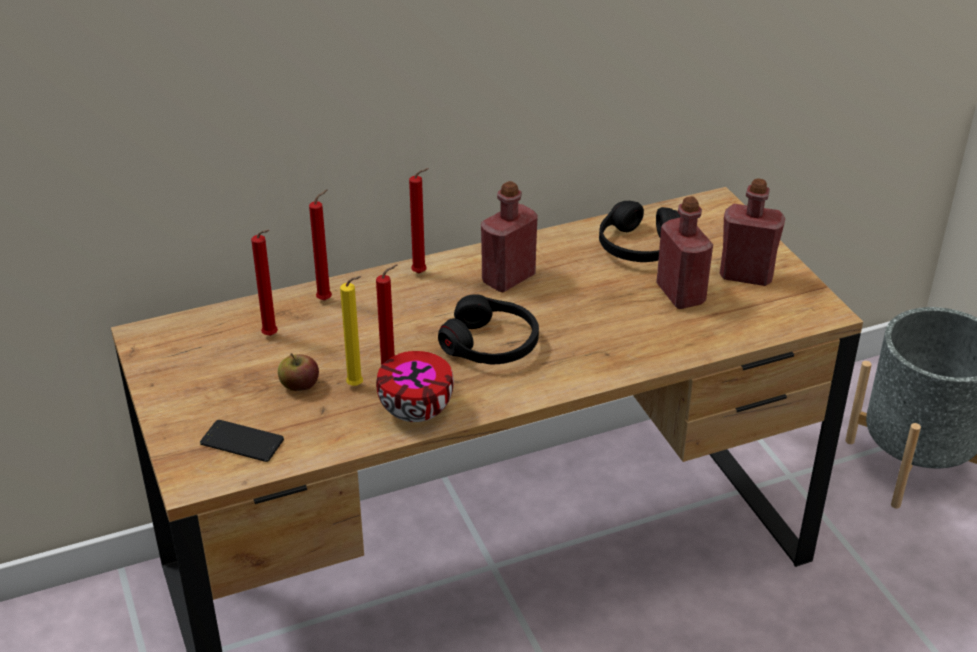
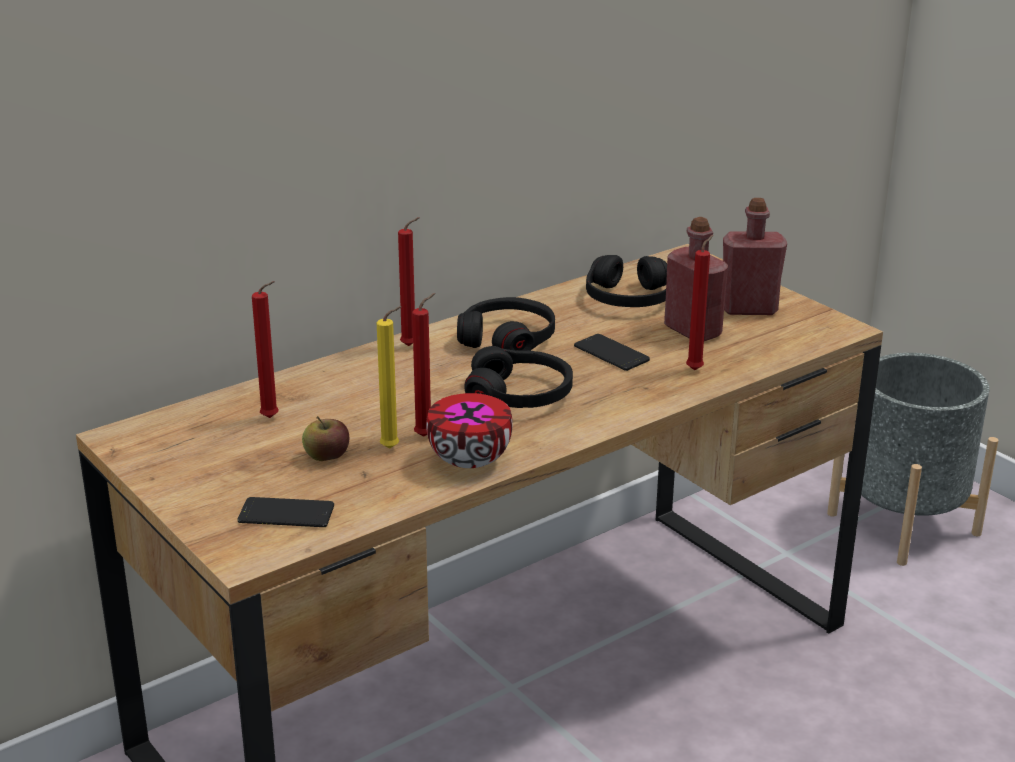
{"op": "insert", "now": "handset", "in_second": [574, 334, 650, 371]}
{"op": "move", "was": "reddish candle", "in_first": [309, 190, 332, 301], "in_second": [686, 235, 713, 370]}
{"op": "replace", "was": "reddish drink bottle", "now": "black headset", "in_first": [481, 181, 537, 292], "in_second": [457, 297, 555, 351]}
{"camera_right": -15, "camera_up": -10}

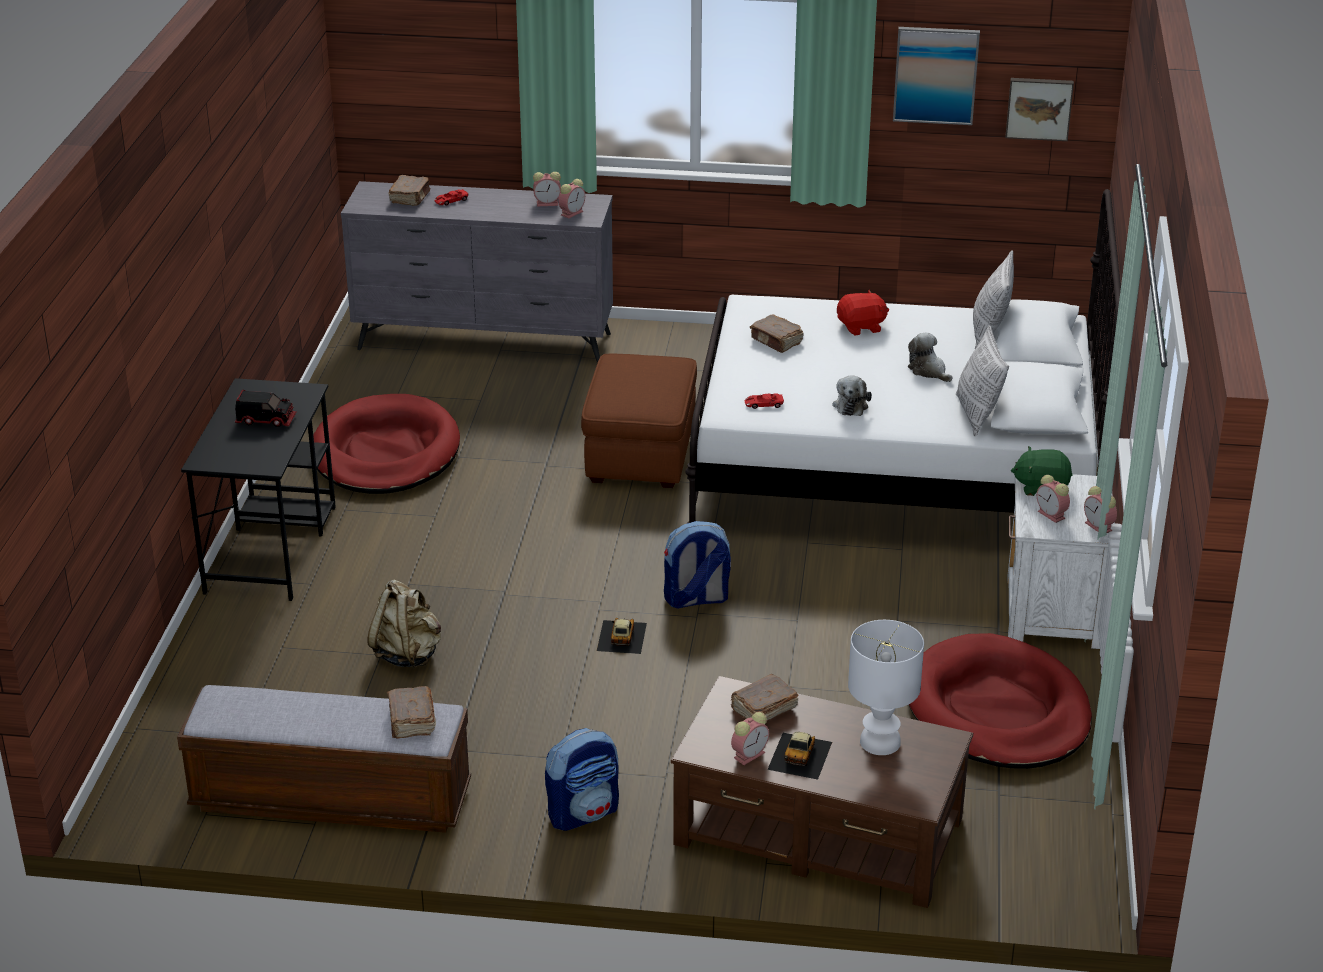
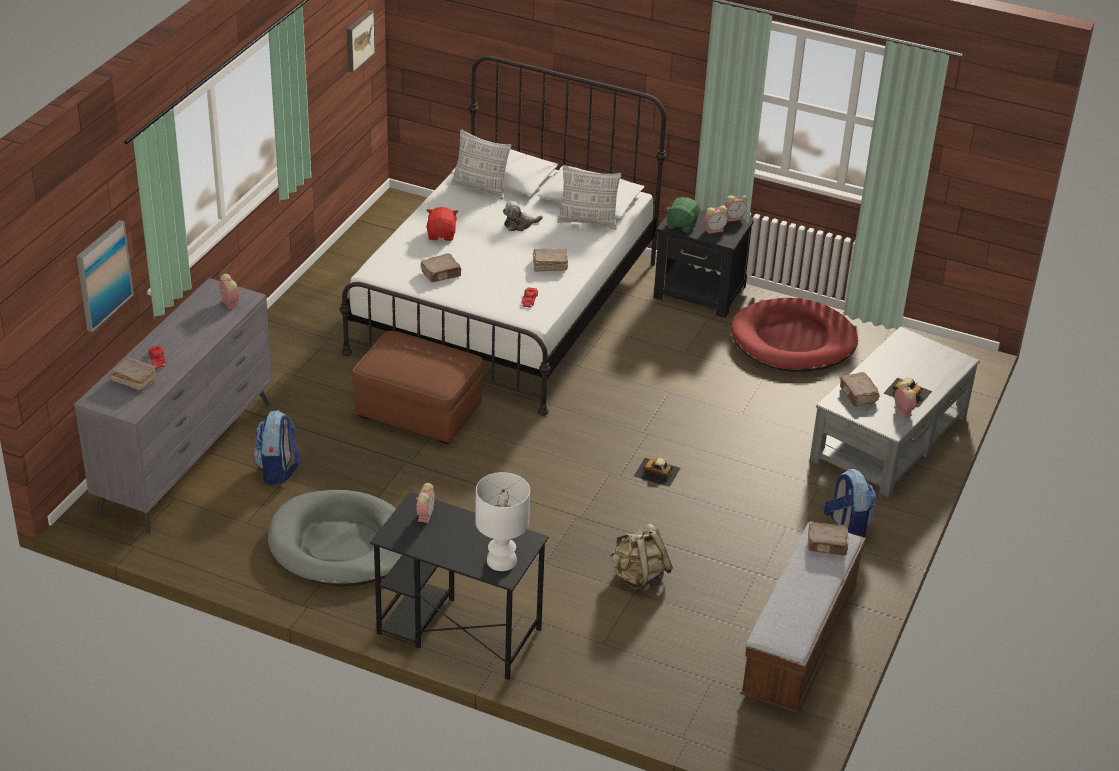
{"op": "delete", "was": "model truck", "in_first": [235, 390, 296, 427]}
{"op": "move", "was": "bedside clock", "in_first": [533, 172, 561, 206], "in_second": [416, 483, 435, 523]}
{"op": "move", "was": "backpack", "in_first": [664, 521, 731, 609], "in_second": [253, 410, 299, 485]}
{"op": "move", "was": "white tabletop lamp", "in_first": [848, 620, 924, 755], "in_second": [475, 472, 530, 571]}
{"op": "move", "was": "wall art", "in_first": [893, 27, 980, 125], "in_second": [77, 220, 134, 332]}
{"op": "replace", "was": "cuddly toy", "now": "brown bound book", "in_first": [832, 375, 872, 416], "in_second": [533, 248, 568, 272]}
{"op": "recolor", "was": "reddish pet bed", "now": "grey pet bed", "in_first": [313, 394, 460, 494], "in_second": [268, 490, 402, 586]}
{"op": "recolor", "was": "brown coffee table", "now": "grey coffee table", "in_first": [671, 676, 973, 908], "in_second": [810, 327, 980, 497]}
{"op": "recolor", "was": "white bedside table", "now": "black bedside table", "in_first": [1008, 474, 1115, 649], "in_second": [654, 208, 754, 318]}
{"camera_right": -75, "camera_up": 5}

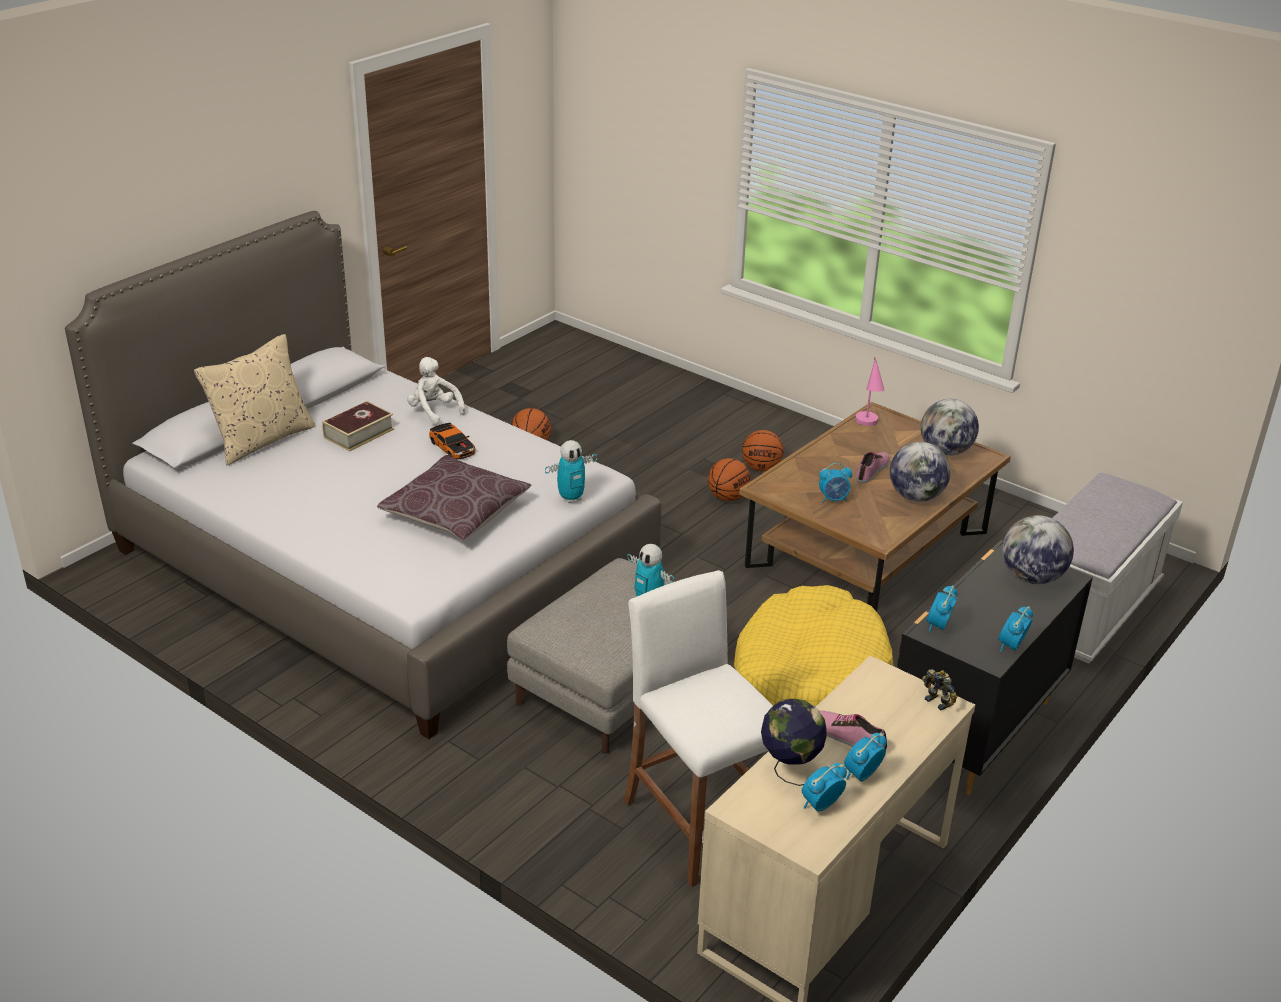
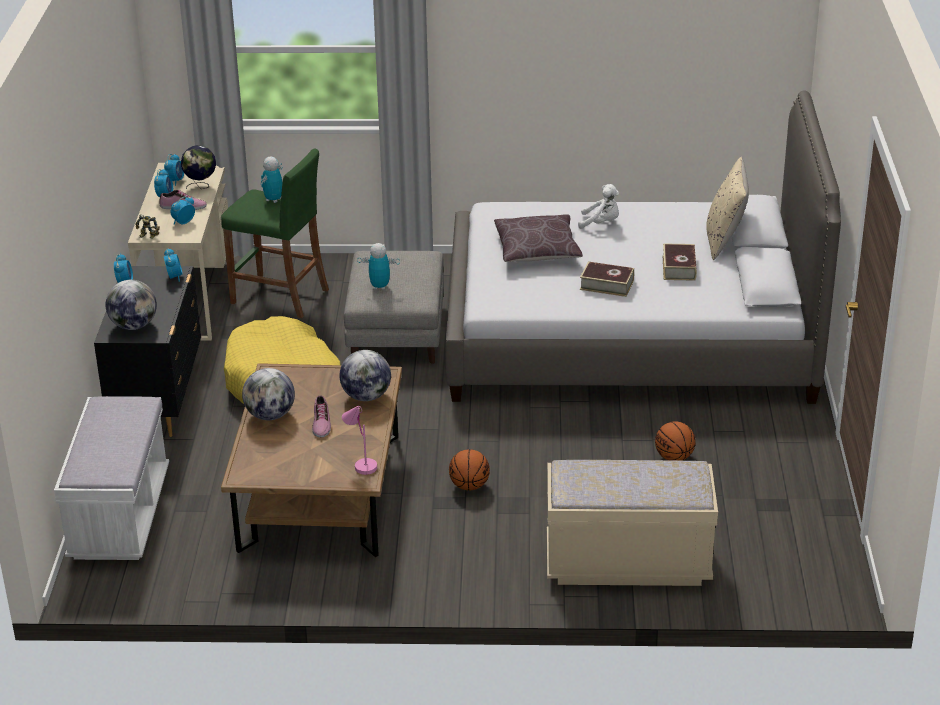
{"op": "delete", "was": "ball for basketball", "in_first": [742, 430, 784, 472]}
{"op": "insert", "now": "beige-coloured indoor bench", "in_second": [547, 460, 718, 586]}
{"op": "move", "was": "white cuddly toy", "in_first": [407, 357, 465, 425], "in_second": [578, 184, 619, 229]}
{"op": "move", "was": "toy robot", "in_first": [545, 440, 597, 503], "in_second": [261, 157, 283, 203]}
{"op": "move", "was": "bedside clock", "in_first": [819, 463, 852, 503], "in_second": [170, 197, 195, 225]}
{"op": "move", "was": "desk globe", "in_first": [921, 399, 979, 456], "in_second": [340, 350, 391, 401]}
{"op": "replace", "was": "toy car", "now": "bound book", "in_first": [429, 423, 475, 459], "in_second": [580, 262, 634, 297]}
{"op": "recolor", "was": "white stool seat", "now": "greenish stool seat", "in_first": [624, 570, 773, 887], "in_second": [221, 149, 329, 318]}
{"camera_right": 145, "camera_up": 0}

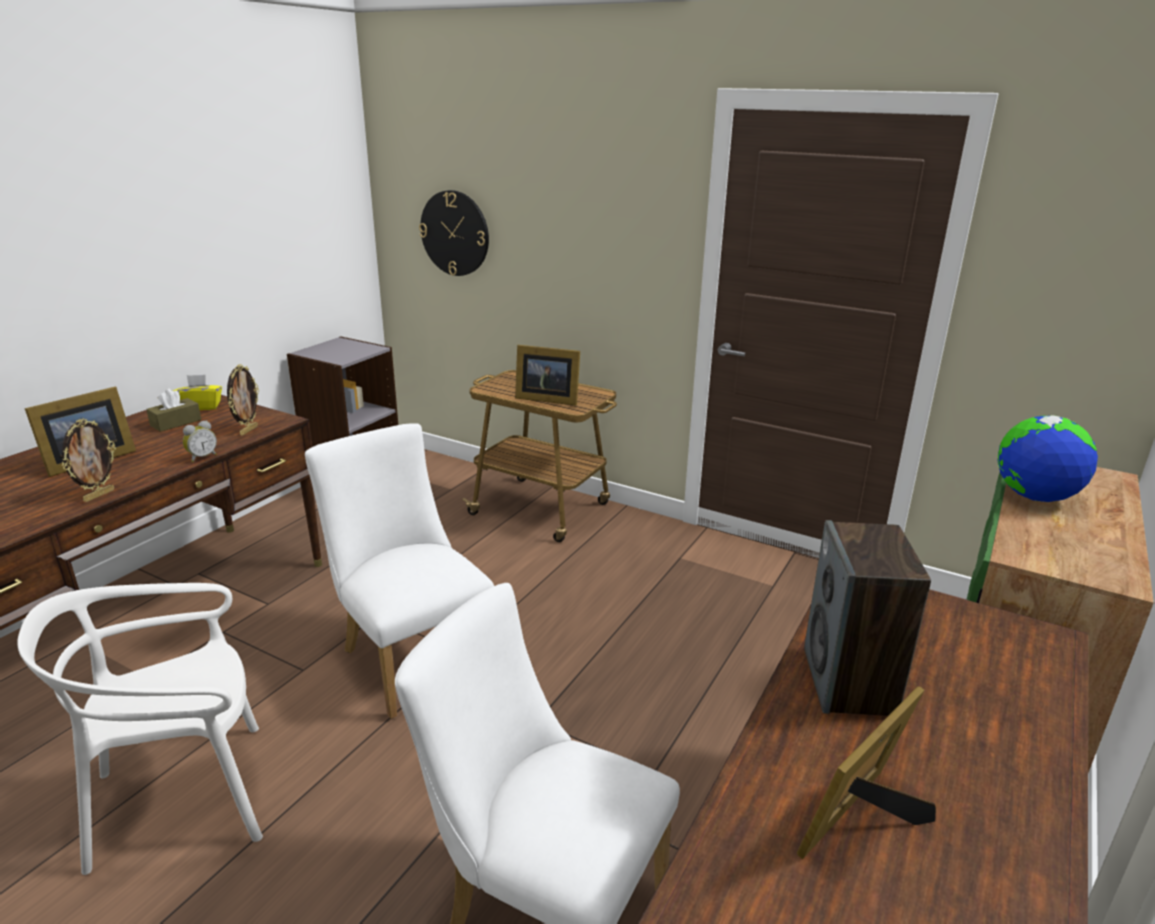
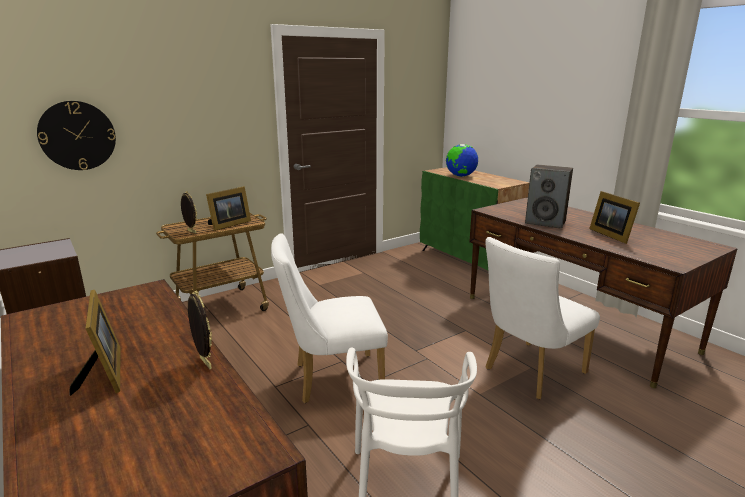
{"op": "delete", "was": "brown box of tissues", "in_first": [146, 389, 201, 432]}
{"op": "delete", "was": "yellow box of tissues", "in_first": [173, 374, 222, 410]}
{"op": "delete", "was": "bedside clock", "in_first": [183, 421, 217, 462]}
{"op": "move", "was": "photo frame", "in_first": [227, 364, 259, 436], "in_second": [181, 191, 197, 234]}
{"camera_right": -65, "camera_up": -5}

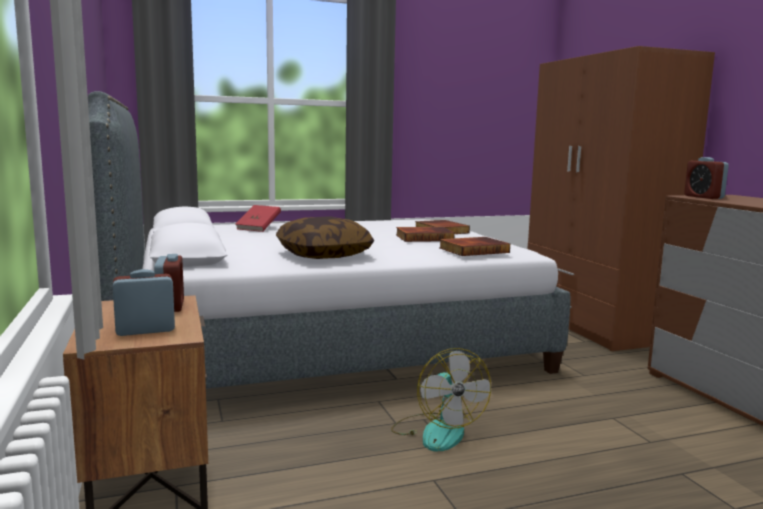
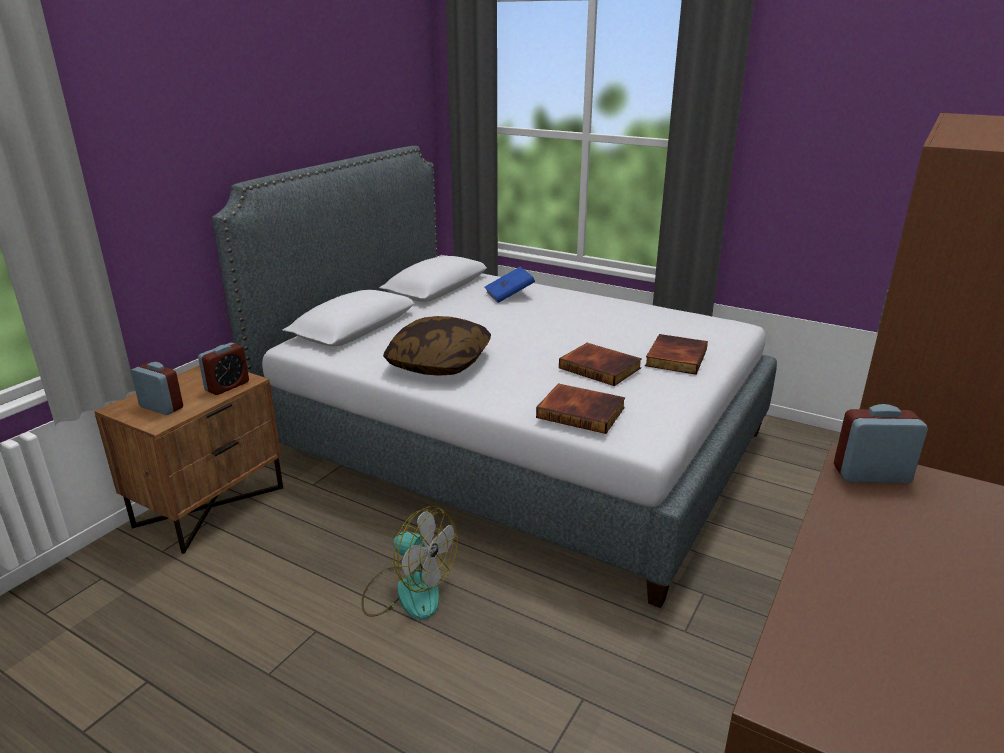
{"op": "recolor", "was": "reddish bound book", "now": "blue bound book", "in_first": [236, 205, 281, 232], "in_second": [485, 267, 535, 303]}
{"op": "rotate", "was": "cooling fan", "in_first": [391, 348, 491, 452], "in_second": [361, 506, 458, 620], "clockwise": -90}
{"op": "rotate", "was": "bedside clock", "in_first": [684, 157, 729, 199], "in_second": [834, 404, 928, 483], "clockwise": 60}
{"camera_right": 50, "camera_up": 15}

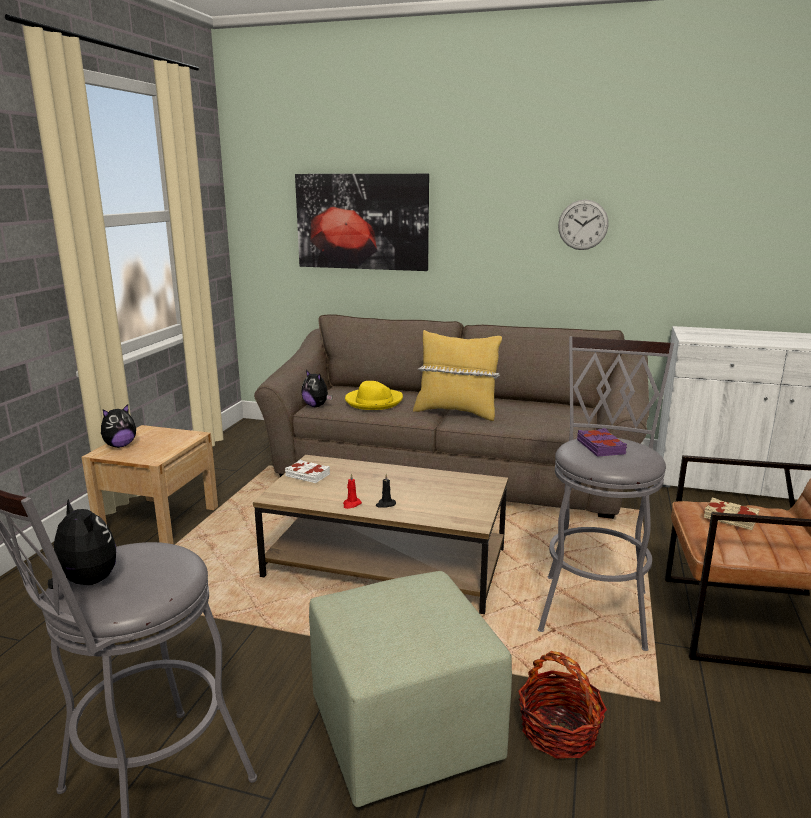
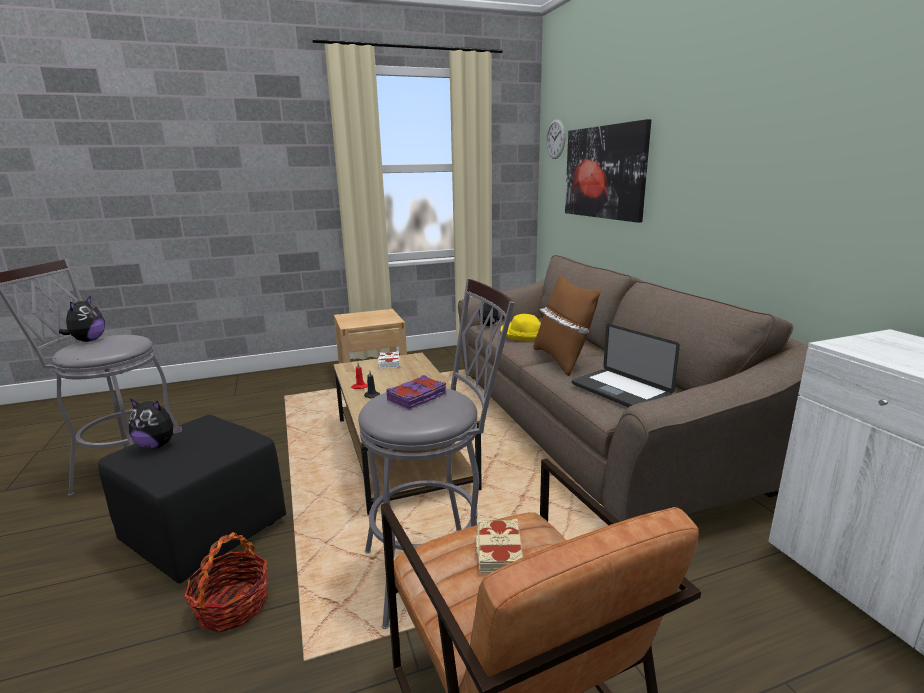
{"op": "insert", "now": "laptop", "in_second": [572, 324, 680, 407]}
{"op": "move", "was": "cuddly toy", "in_first": [101, 404, 136, 448], "in_second": [129, 399, 182, 449]}
{"op": "move", "was": "wall clock", "in_first": [558, 200, 609, 250], "in_second": [546, 119, 565, 159]}
{"op": "recolor", "was": "greenish footrest", "now": "black footrest", "in_first": [309, 571, 512, 807], "in_second": [98, 415, 286, 583]}
{"op": "recolor", "was": "yellow pillow", "now": "brown pillow", "in_first": [413, 330, 502, 421], "in_second": [533, 275, 601, 376]}
{"camera_right": 55, "camera_up": 0}

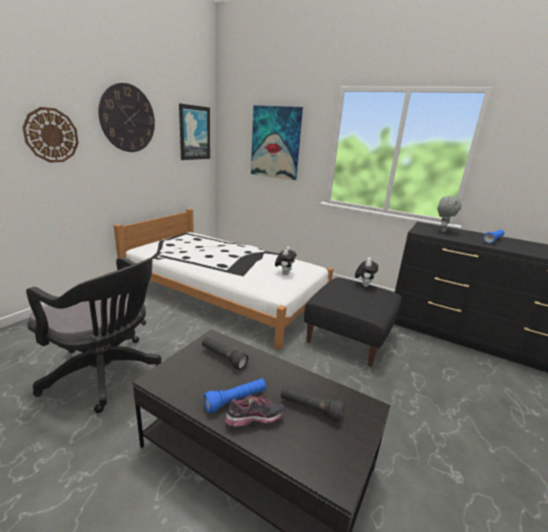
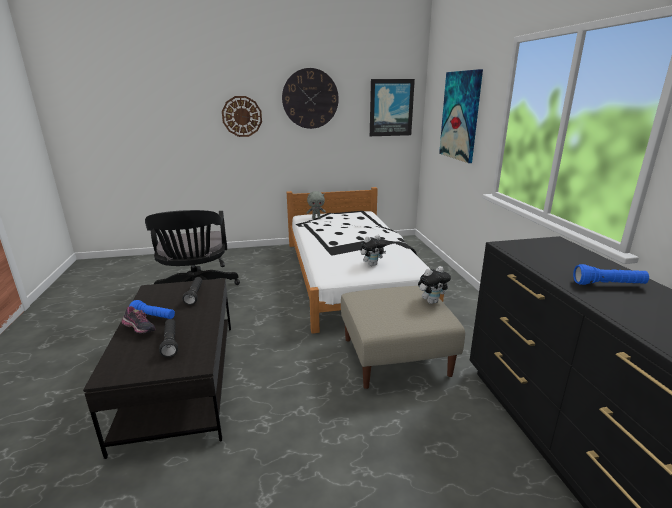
{"op": "move", "was": "grey cuddly toy", "in_first": [438, 196, 462, 232], "in_second": [307, 191, 326, 219]}
{"op": "recolor", "was": "black footrest", "now": "beige-coloured footrest", "in_first": [304, 277, 402, 366], "in_second": [341, 286, 465, 389]}
{"camera_right": 50, "camera_up": 0}

